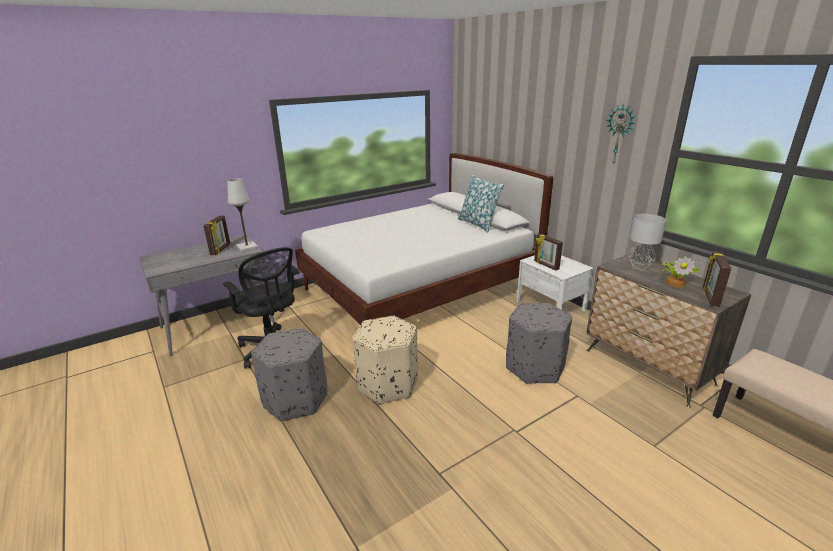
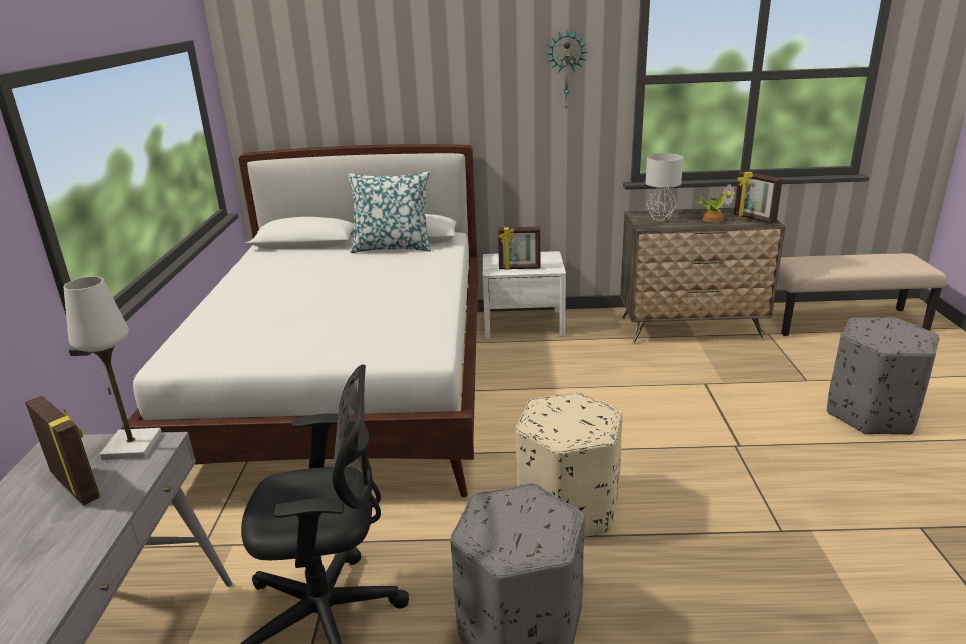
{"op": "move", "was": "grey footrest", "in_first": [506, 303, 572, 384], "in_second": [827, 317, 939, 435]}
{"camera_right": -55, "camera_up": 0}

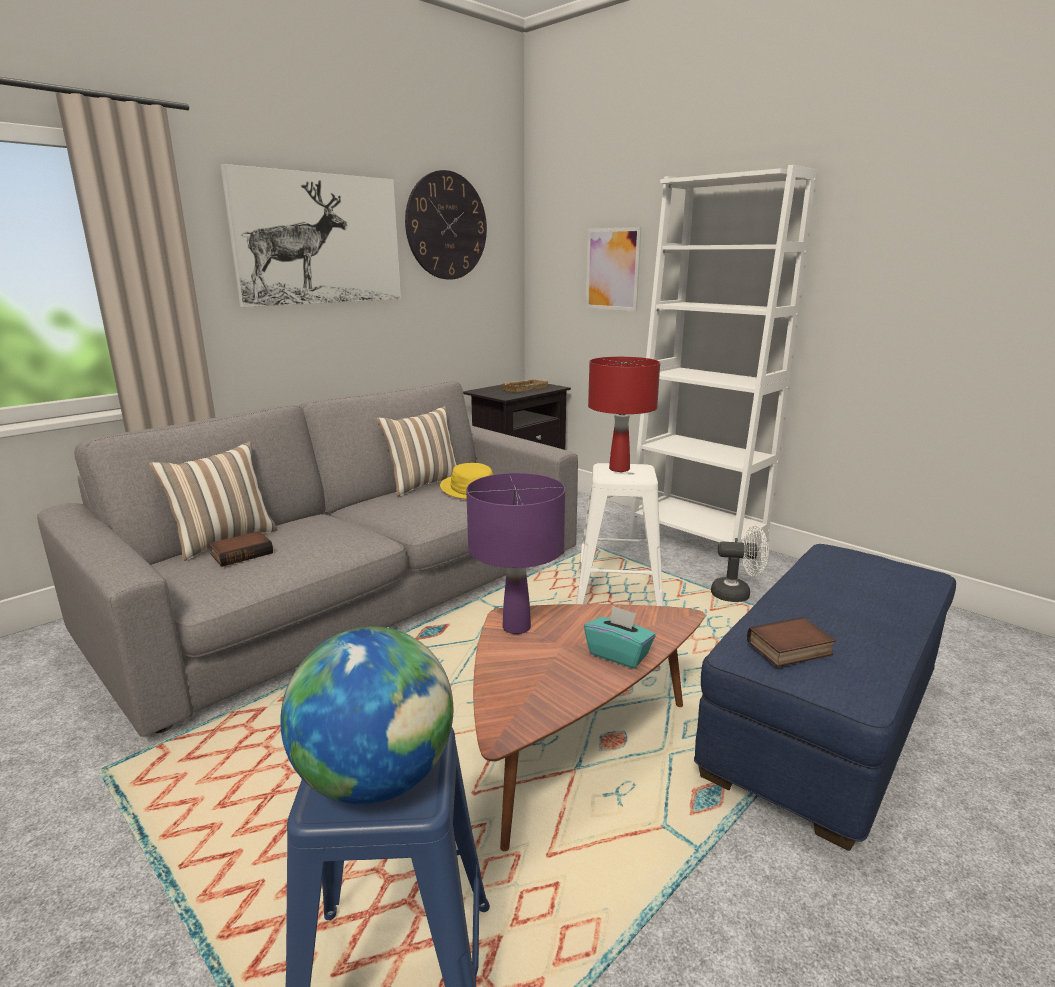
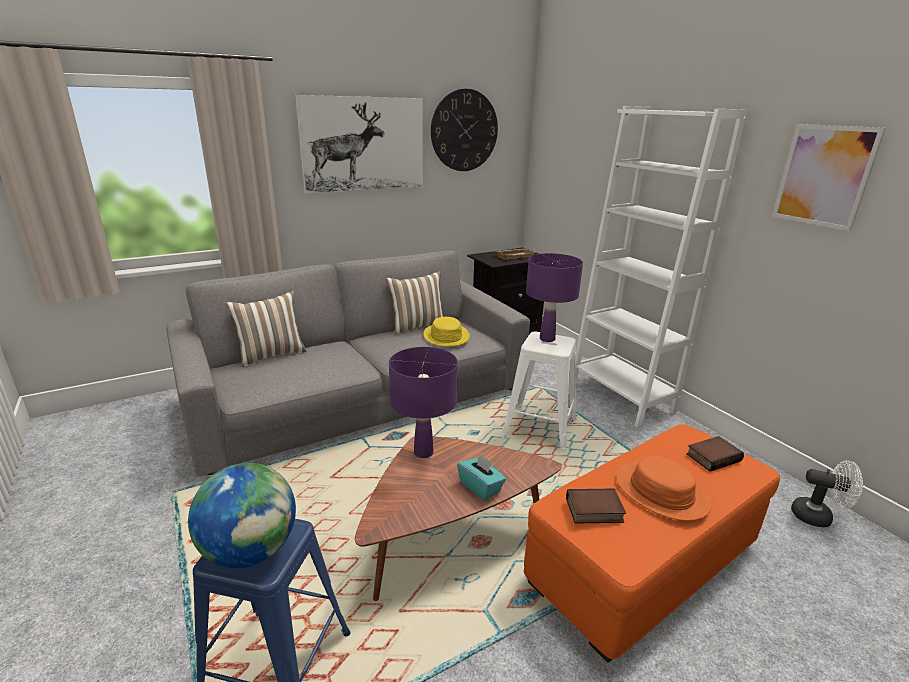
{"op": "insert", "now": "orangey clothing hat", "in_second": [616, 456, 712, 521]}
{"op": "move", "was": "bound book", "in_first": [209, 531, 273, 567], "in_second": [686, 436, 744, 472]}
{"op": "move", "was": "wall art", "in_first": [586, 227, 642, 311], "in_second": [772, 124, 886, 231]}
{"op": "move", "was": "white cooling fan", "in_first": [711, 526, 769, 602], "in_second": [791, 460, 863, 527]}
{"op": "recolor", "was": "reddish tabletop lamp", "now": "purple tabletop lamp", "in_first": [588, 357, 660, 472], "in_second": [526, 253, 583, 342]}
{"op": "recolor", "was": "blue footrest", "now": "orangey footrest", "in_first": [694, 544, 956, 851], "in_second": [524, 424, 780, 663]}
{"camera_right": 15, "camera_up": 5}

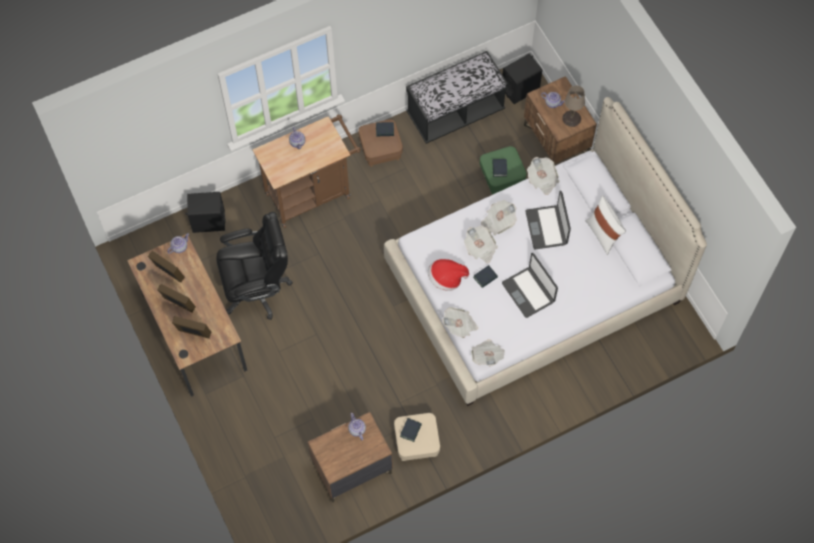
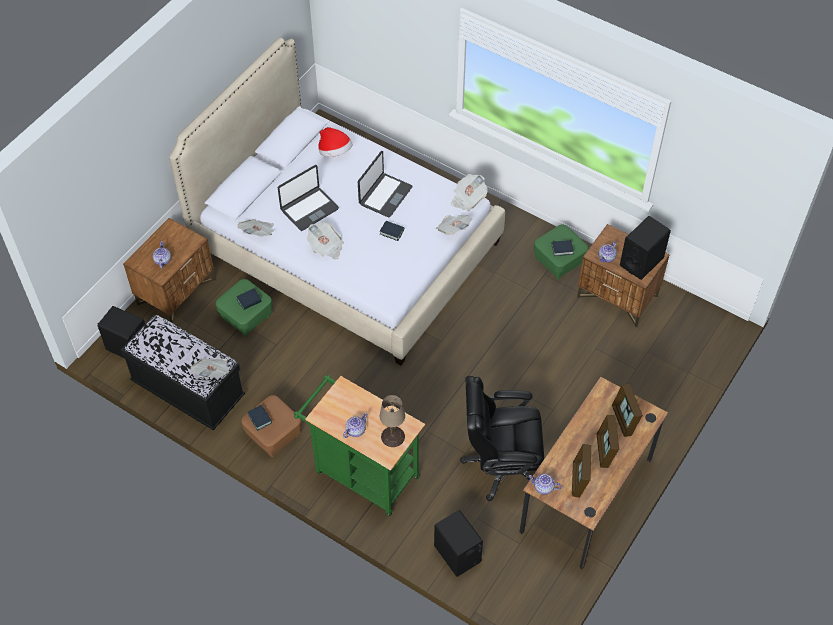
{"op": "delete", "was": "white pillow", "in_first": [586, 196, 626, 255]}
{"op": "insert", "now": "black speaker", "in_second": [620, 216, 671, 280]}
{"op": "move", "was": "clothing hat", "in_first": [428, 259, 469, 291], "in_second": [318, 127, 353, 157]}
{"op": "move", "was": "newspaper", "in_first": [464, 226, 498, 263], "in_second": [190, 358, 230, 378]}
{"op": "move", "was": "beige-coloured tabletop lamp", "in_first": [562, 85, 585, 127], "in_second": [380, 395, 405, 447]}
{"op": "recolor", "was": "brown trolley", "now": "greenish trolley", "in_first": [252, 115, 361, 228], "in_second": [294, 375, 425, 517]}
{"op": "recolor", "was": "beige-coloured footrest", "now": "greenish footrest", "in_first": [394, 413, 440, 461], "in_second": [534, 224, 588, 280]}
{"op": "rotate", "was": "black computer chair", "in_first": [216, 212, 293, 320], "in_second": [460, 376, 544, 501], "clockwise": -45}
{"camera_right": -120, "camera_up": -10}

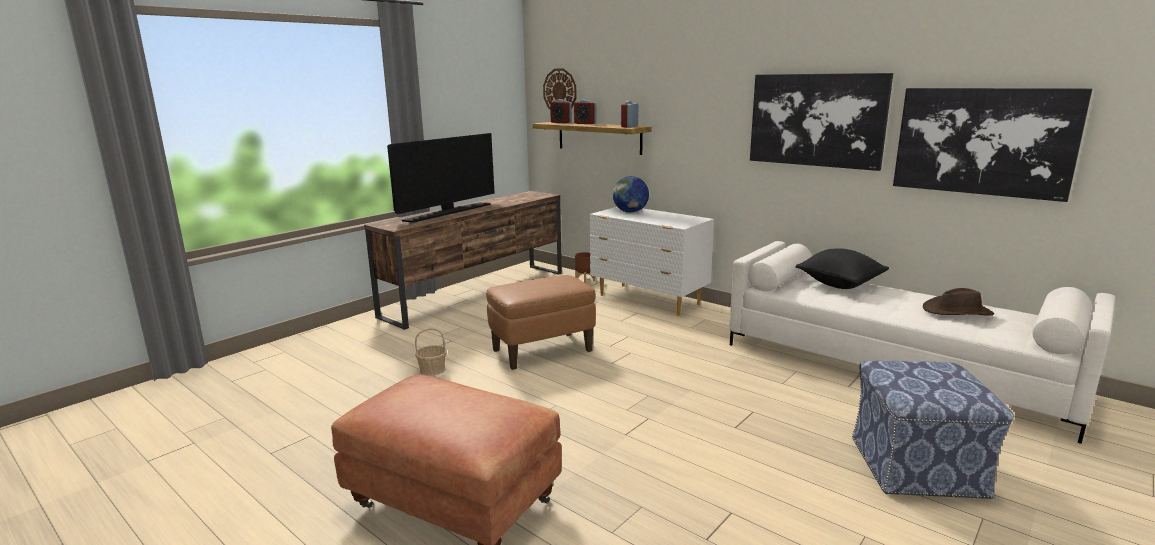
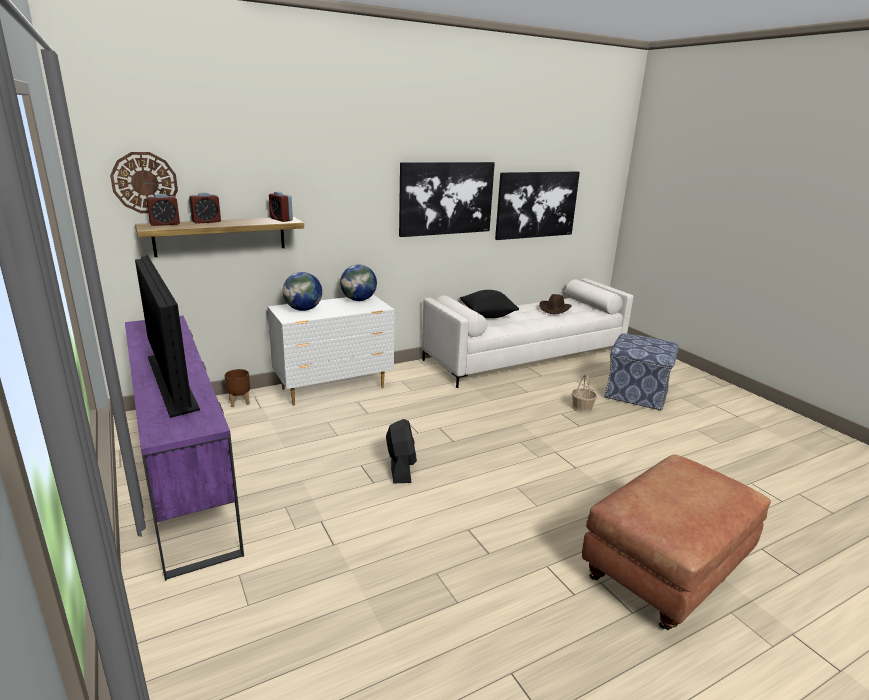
{"op": "insert", "now": "desk globe", "in_second": [340, 265, 377, 301]}
{"op": "move", "was": "basket", "in_first": [415, 328, 447, 376], "in_second": [572, 374, 597, 413]}
{"op": "replace", "was": "brown footrest", "now": "black cooling fan", "in_first": [486, 275, 596, 370], "in_second": [386, 419, 417, 483]}
{"op": "recolor", "was": "brown media console", "now": "purple media console", "in_first": [364, 191, 562, 330], "in_second": [125, 316, 244, 581]}
{"camera_right": -70, "camera_up": 5}

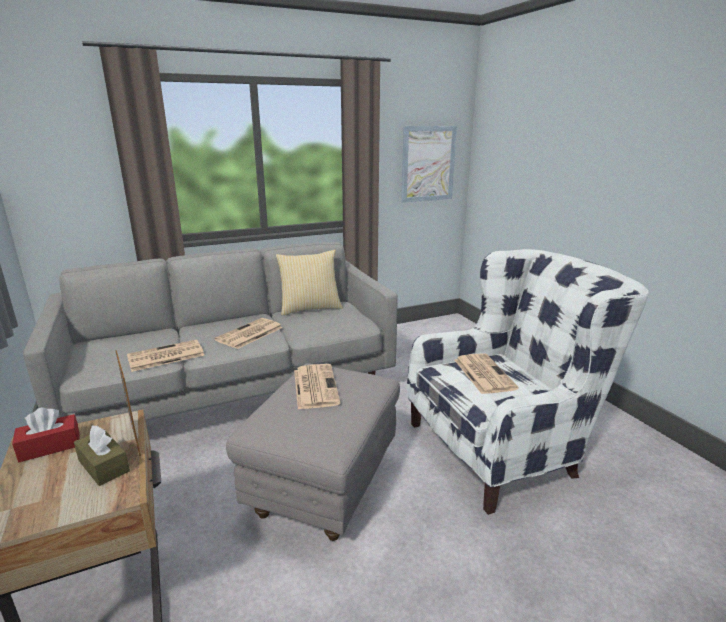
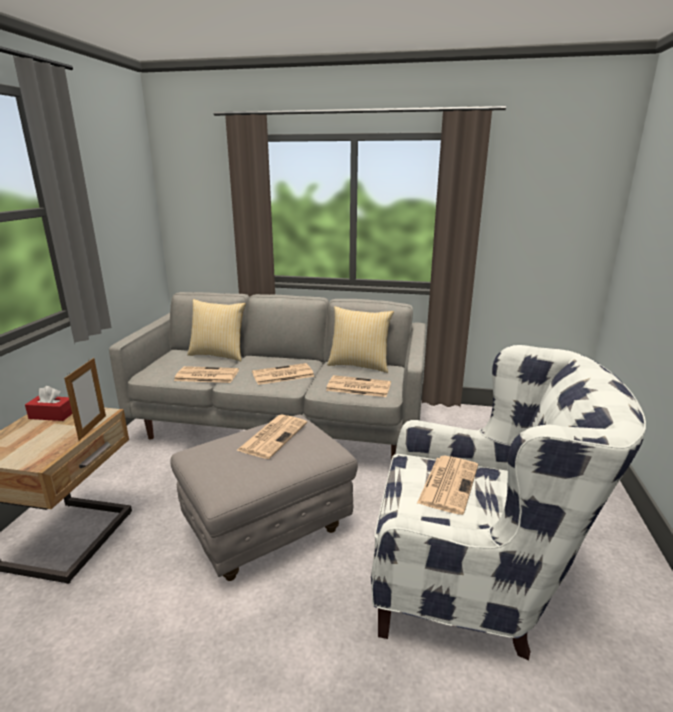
{"op": "delete", "was": "brown box of tissues", "in_first": [74, 425, 130, 486]}
{"op": "delete", "was": "wall art", "in_first": [401, 126, 457, 203]}
{"op": "insert", "now": "pillow", "in_second": [187, 299, 246, 361]}
{"op": "insert", "now": "newspaper", "in_second": [326, 375, 391, 397]}
{"camera_right": 35, "camera_up": 0}

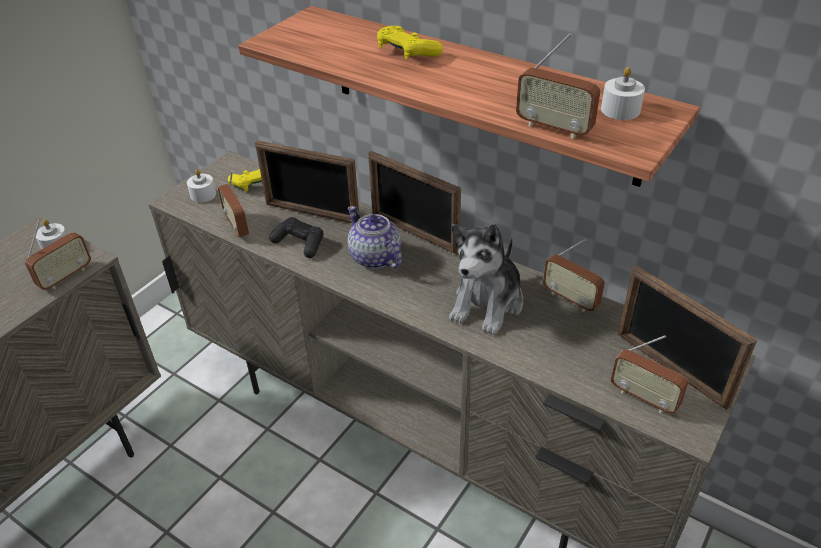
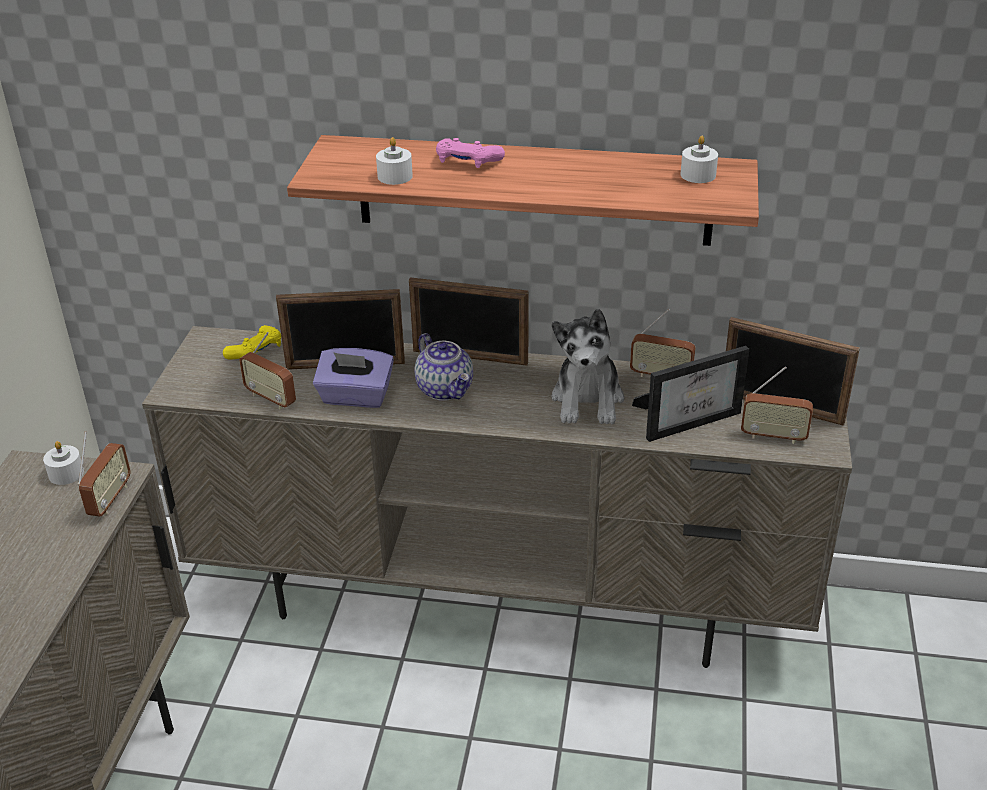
{"op": "delete", "was": "radio receiver", "in_first": [516, 33, 600, 139]}
{"op": "insert", "now": "photo frame", "in_second": [632, 346, 749, 442]}
{"op": "move", "was": "white candle", "in_first": [187, 169, 216, 203], "in_second": [376, 137, 413, 185]}
{"op": "replace", "was": "black gamepad", "now": "purple box of tissues", "in_first": [269, 217, 323, 258], "in_second": [313, 348, 394, 408]}
{"op": "recolor", "was": "yellow gamepad", "now": "pink-coloured gamepad", "in_first": [377, 26, 443, 59], "in_second": [436, 138, 505, 168]}
{"op": "rotate", "was": "teapot", "in_first": [348, 206, 402, 269], "in_second": [414, 333, 473, 401], "clockwise": -150}
{"camera_right": -25, "camera_up": -5}

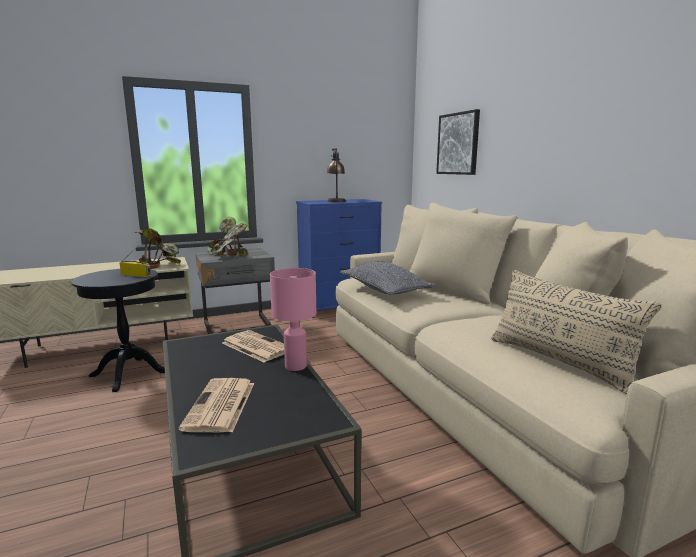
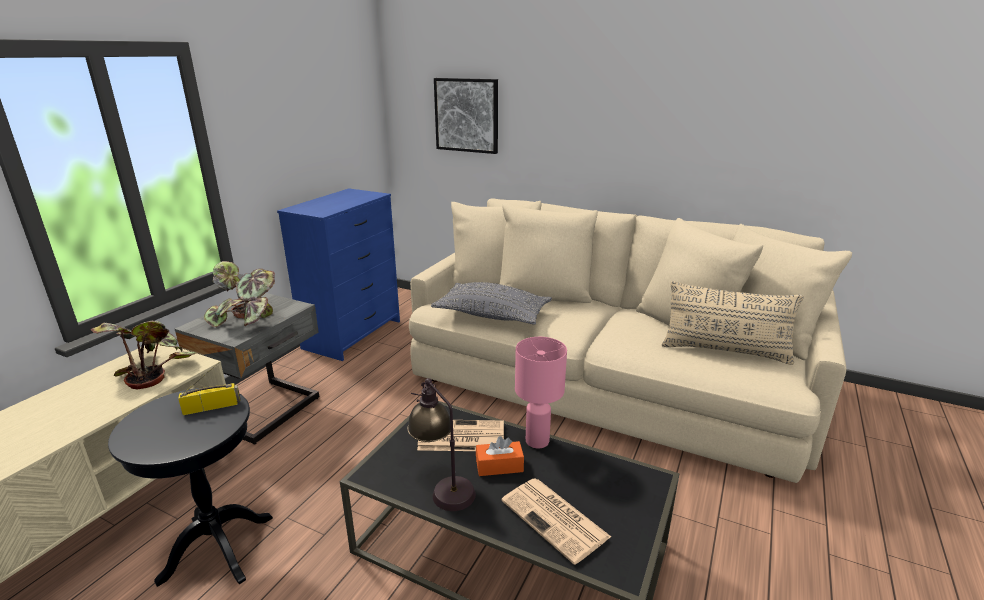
{"op": "insert", "now": "orangey box of tissues", "in_second": [476, 436, 524, 476]}
{"op": "move", "was": "tabletop lamp", "in_first": [327, 148, 346, 202], "in_second": [407, 378, 476, 511]}
{"camera_right": -40, "camera_up": 10}

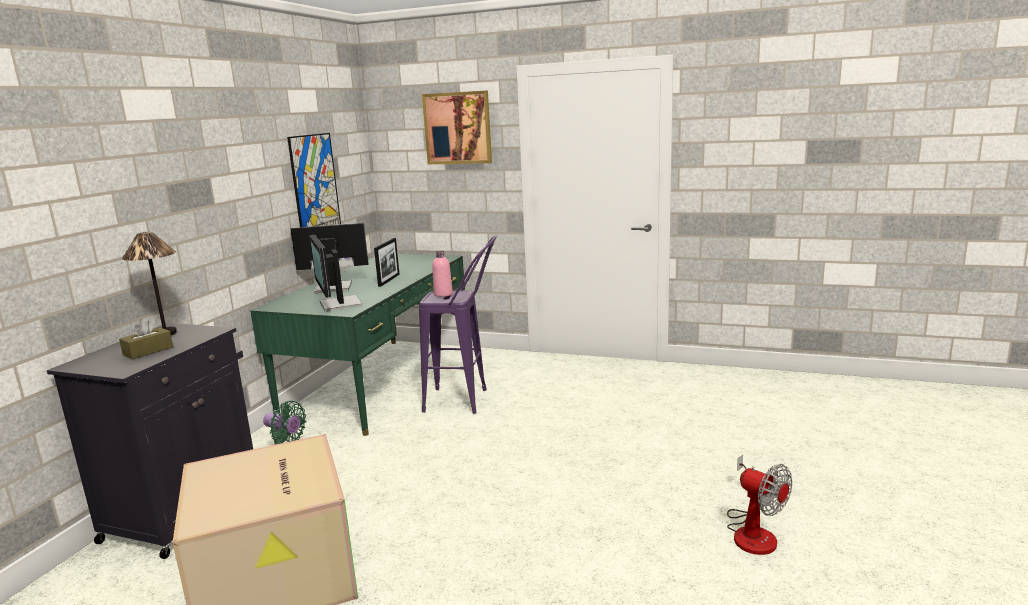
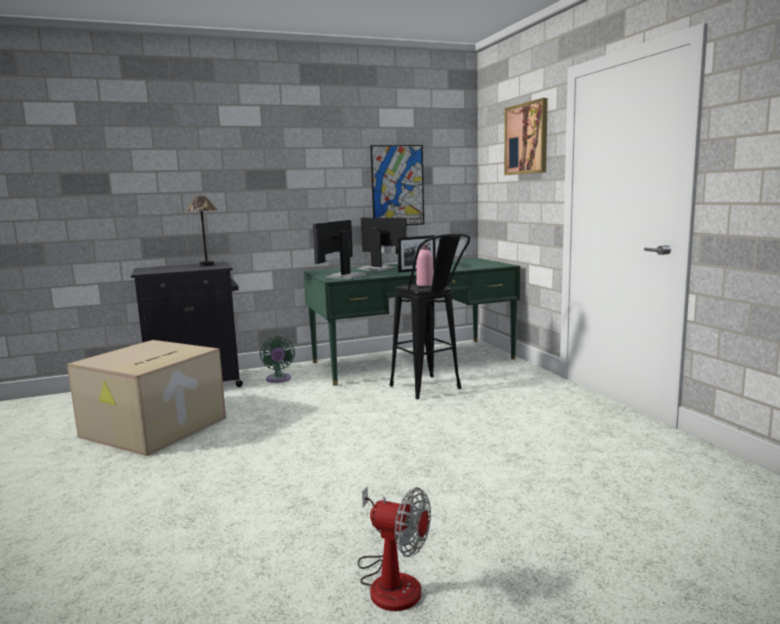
{"op": "delete", "was": "brown box of tissues", "in_first": [119, 319, 173, 360]}
{"op": "recolor", "was": "purple stool seat", "now": "black stool seat", "in_first": [419, 236, 497, 414], "in_second": [390, 233, 470, 399]}
{"op": "rotate", "was": "cooling fan", "in_first": [727, 455, 792, 555], "in_second": [358, 487, 431, 611], "clockwise": -75}
{"camera_right": 50, "camera_up": -5}

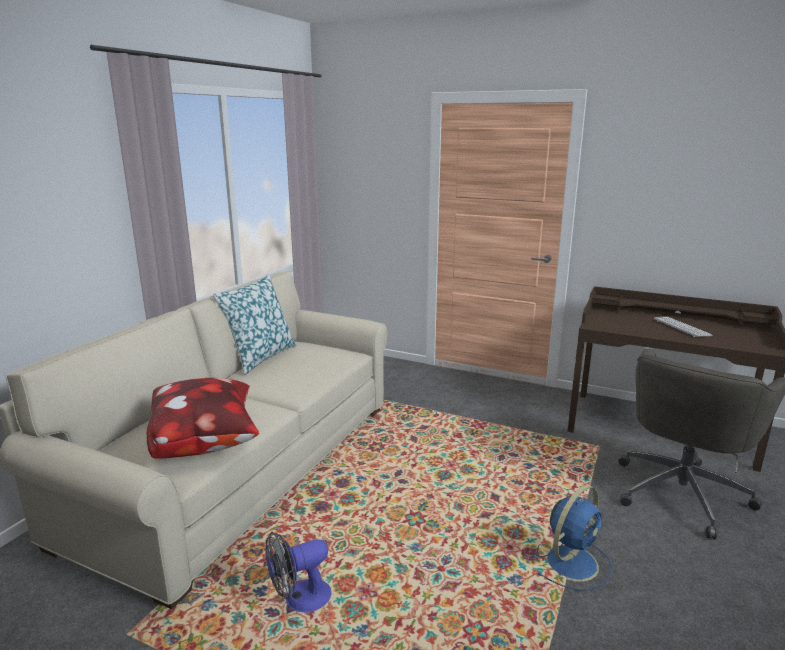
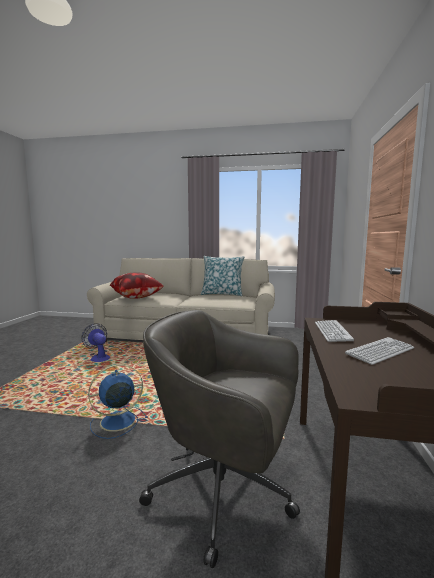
{"op": "insert", "now": "computer keyboard", "in_second": [315, 320, 354, 342]}
{"op": "rotate", "was": "blue cooling fan", "in_first": [537, 485, 612, 590], "in_second": [88, 364, 148, 439], "clockwise": 120}
{"camera_right": 75, "camera_up": -10}

